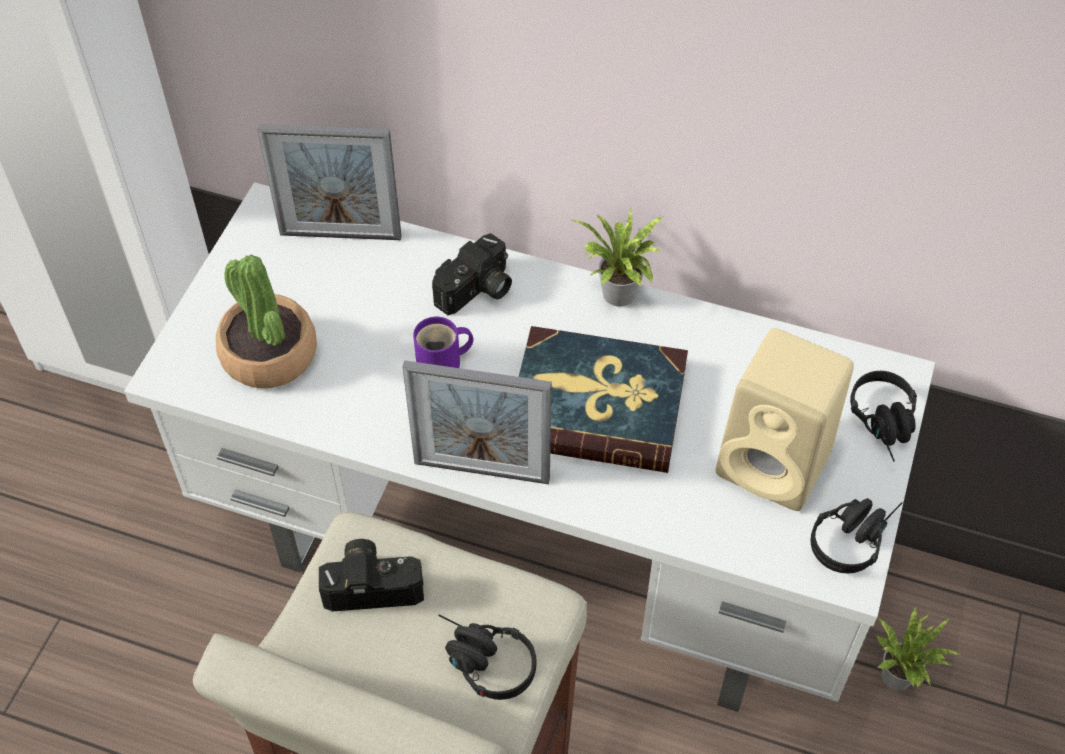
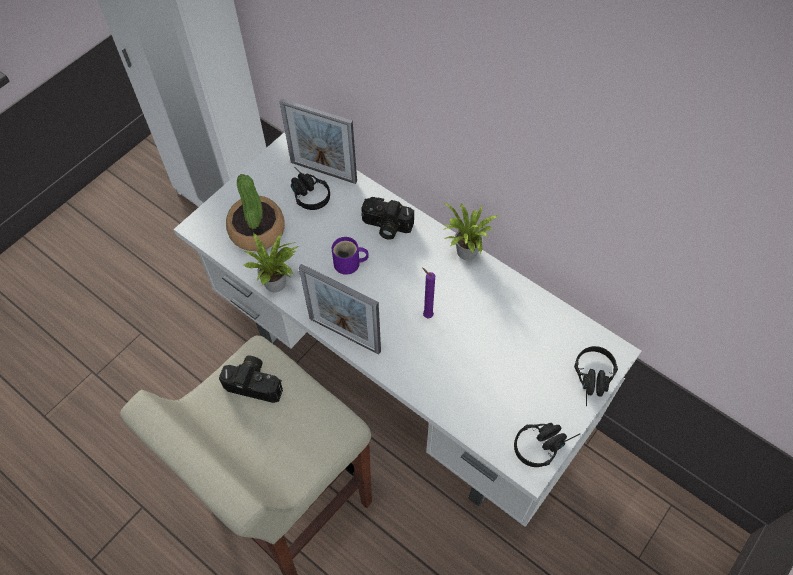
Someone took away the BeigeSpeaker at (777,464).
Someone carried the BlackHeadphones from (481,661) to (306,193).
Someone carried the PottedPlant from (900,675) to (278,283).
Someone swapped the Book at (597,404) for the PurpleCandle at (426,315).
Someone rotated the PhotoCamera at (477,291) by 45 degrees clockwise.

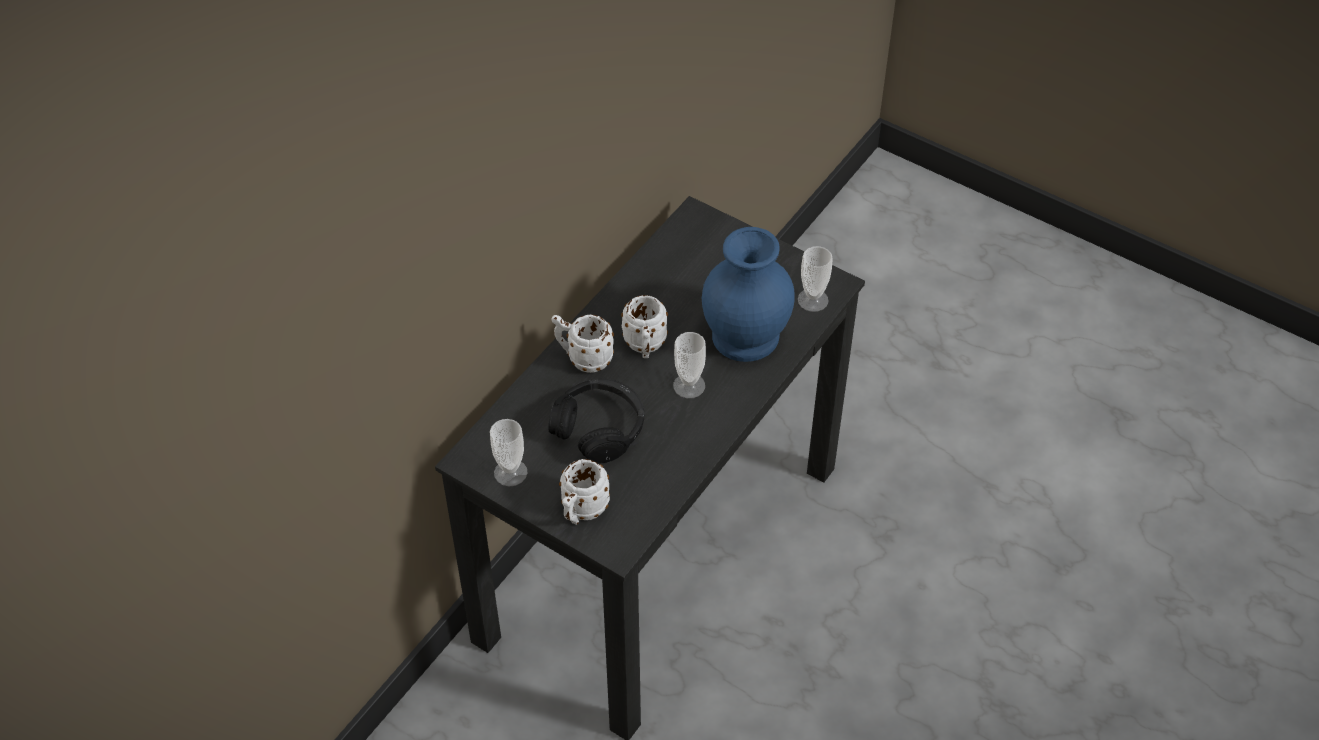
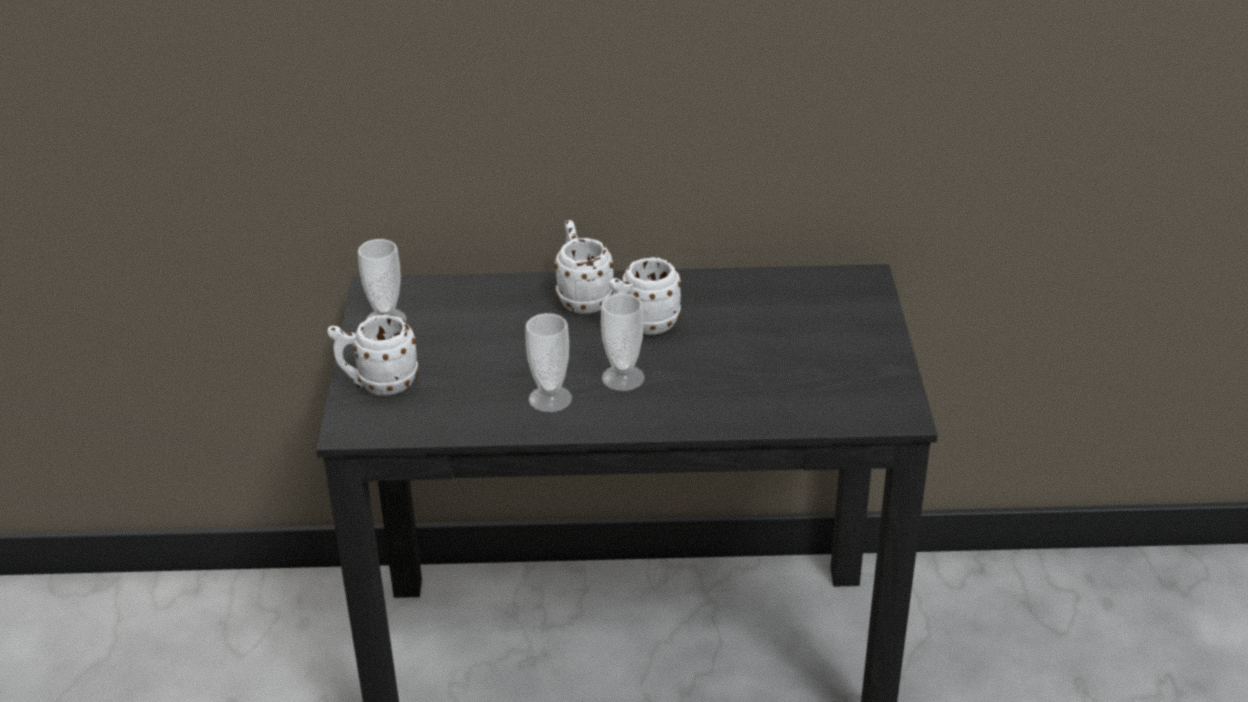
Someone took away the BlackHeadphones at (599,428).
Someone took away the BlueVase at (743,336).
Someone carried the Cup from (813,300) to (550,399).

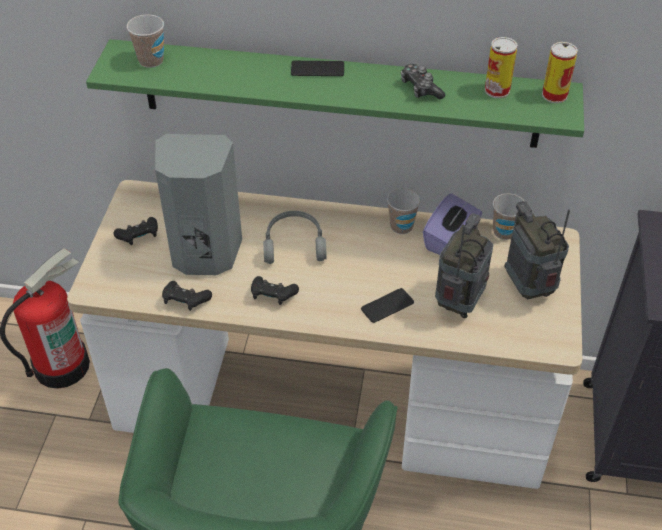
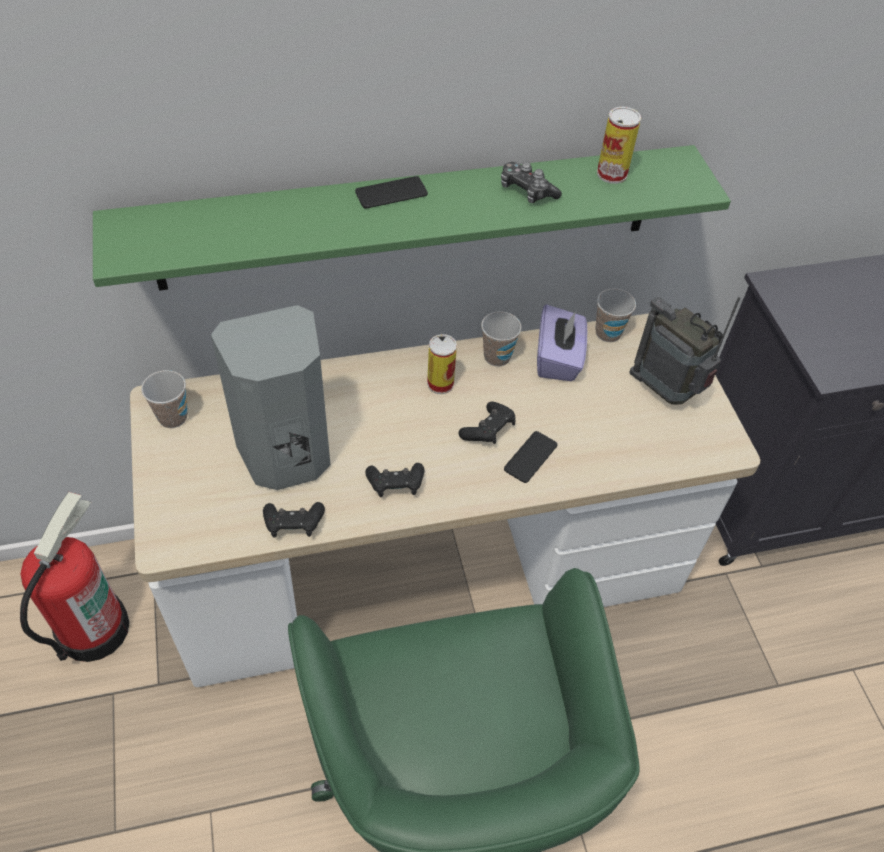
Someone took away the GreyHeadphones at (294,244).
Someone took away the Radio at (459,303).
Someone carried the BlackGameController from (139,237) to (488,431).
Someone carried the Cup from (151,60) to (173,417).
Someone carried the Can from (554,95) to (440,384).

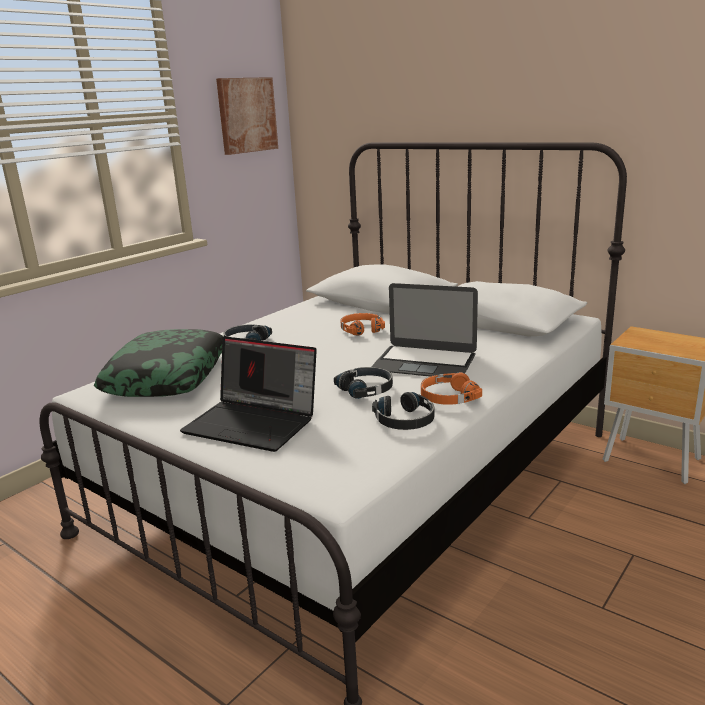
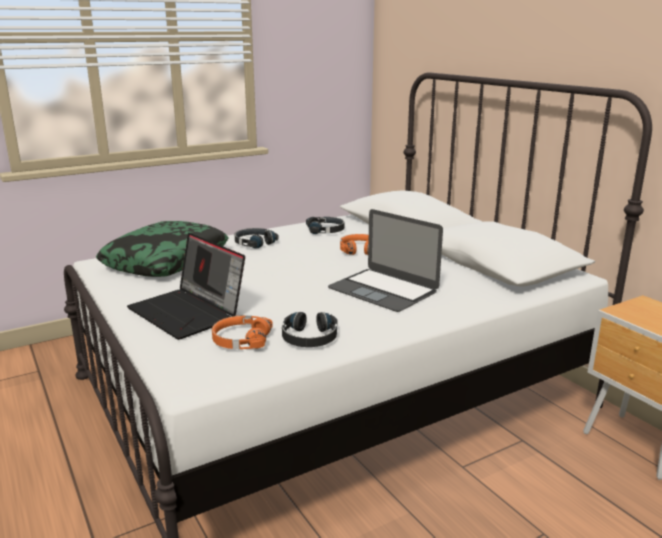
Someone took away the Picture at (246,115).
Someone carried the BlackHeadphones from (366,389) to (326,231).
Someone carried the OrangeHeadphones from (448,397) to (241,340).

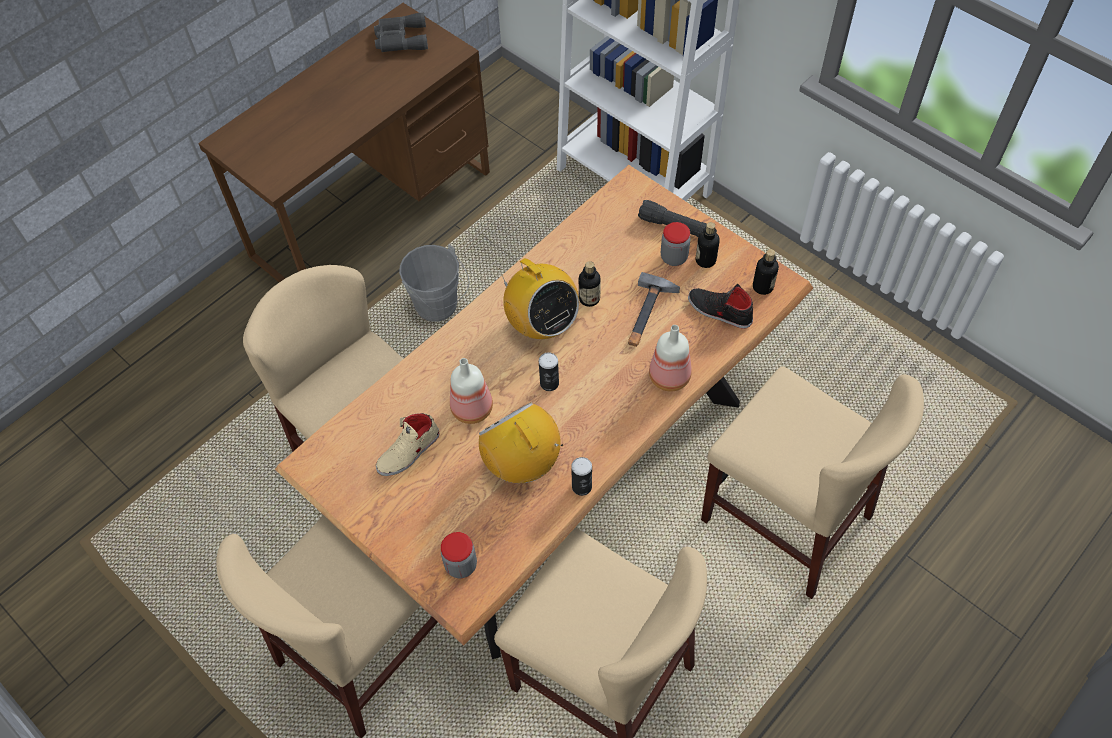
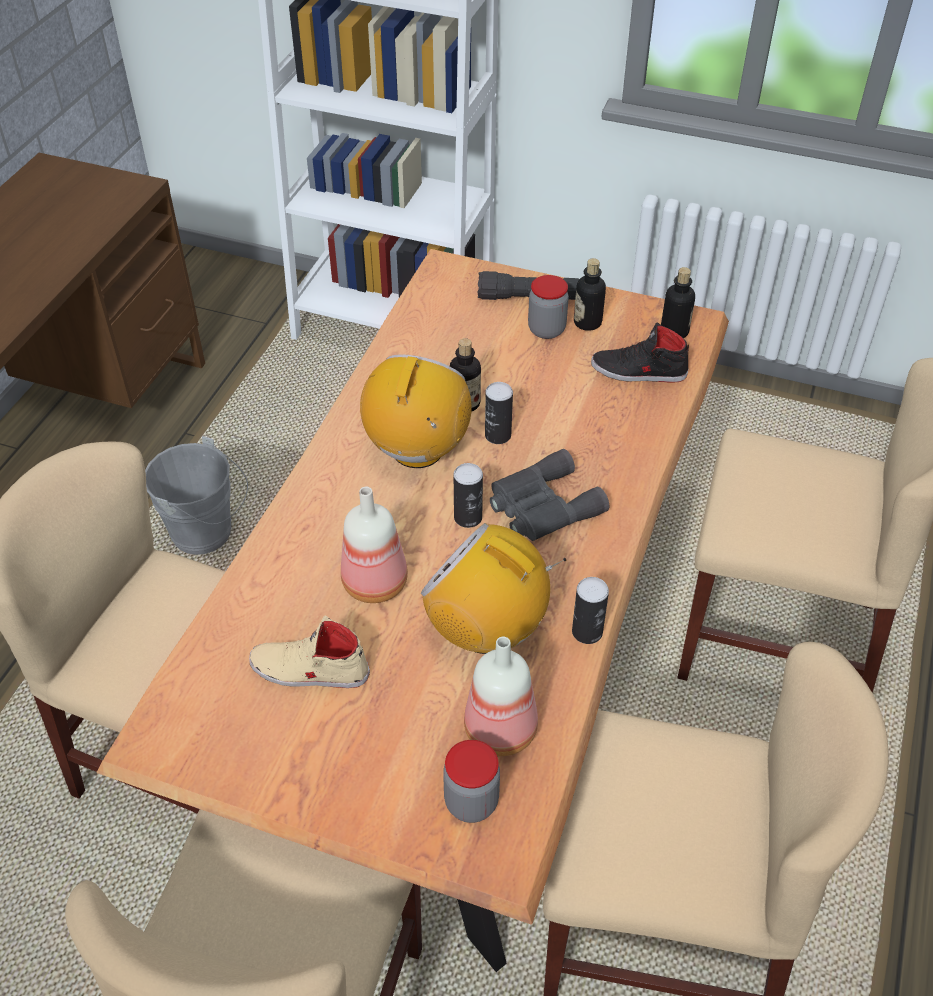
Someone took away the Hammer at (648,314).
Someone put down the Can at (498,435).
Someone carried the GreyBinoculars from (400,38) to (541,506).
Someone carried the Bottle from (671,377) to (502,729).
Someone rotated the BeigeShoe at (409,452) by 75 degrees clockwise.
Someone rotated the Radio at (541,324) by 105 degrees counterclockwise.

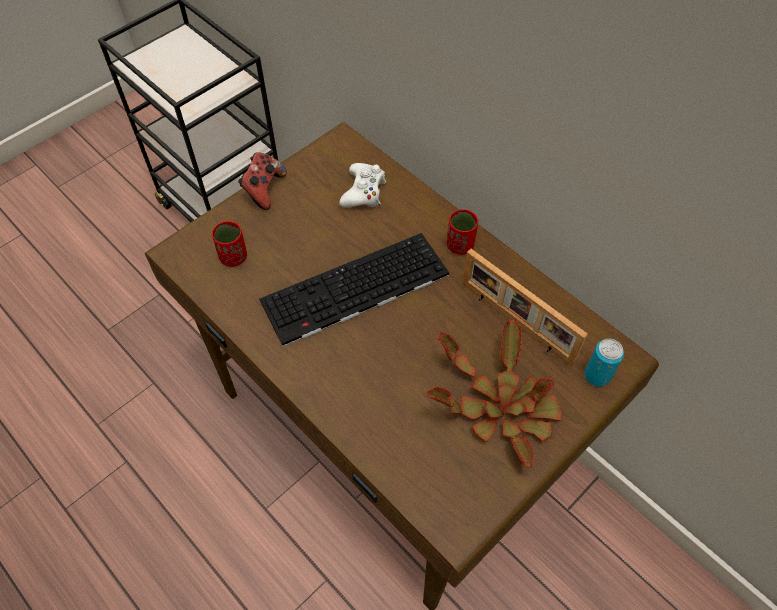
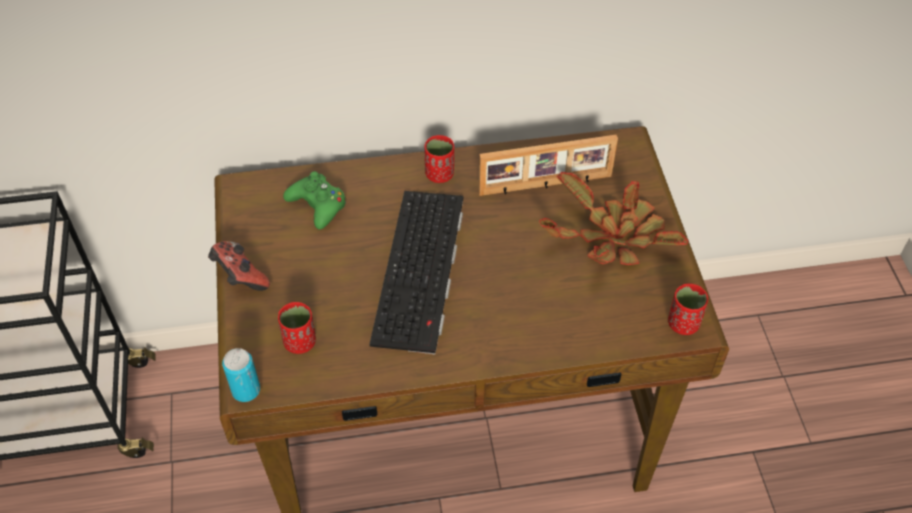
Someone put down the RedCup at (683,323).
Someone carried the Can from (597,375) to (246,390).
Someone repainted the WhiteGameController at (364,191), which became the GreenGameController at (318,205).

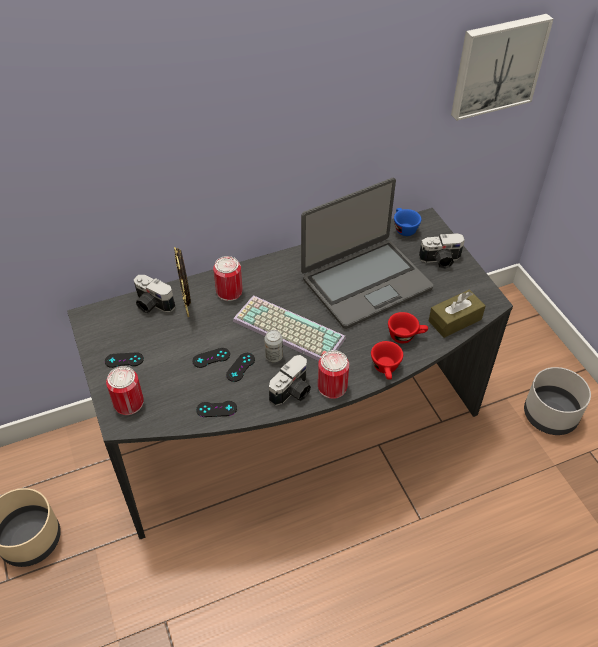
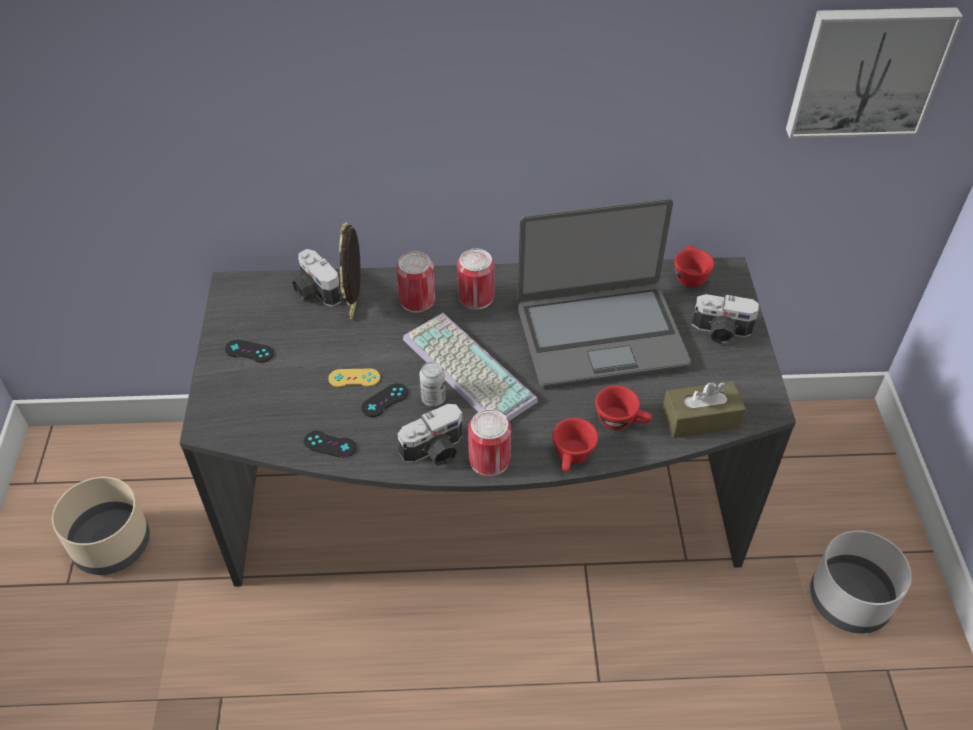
Someone carried the Can from (128,403) to (476,297).
Someone repainted the BlackGameController at (211,358), which became the YellowGameController at (354,378).
Someone repainted the BlueCup at (403,228), which became the RedCup at (689,275).

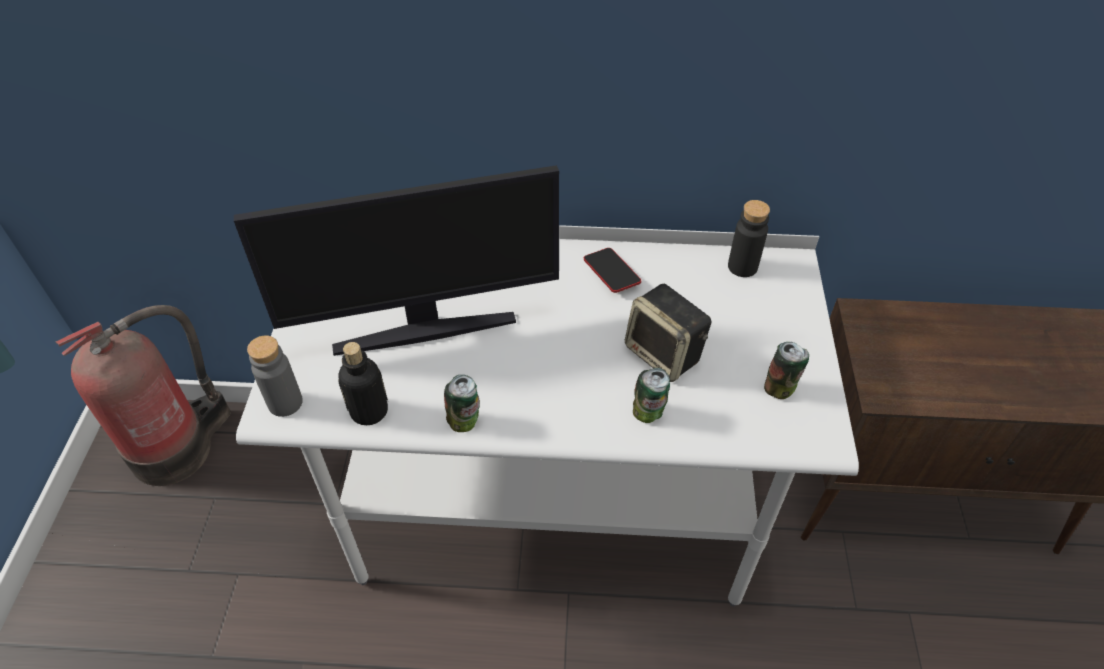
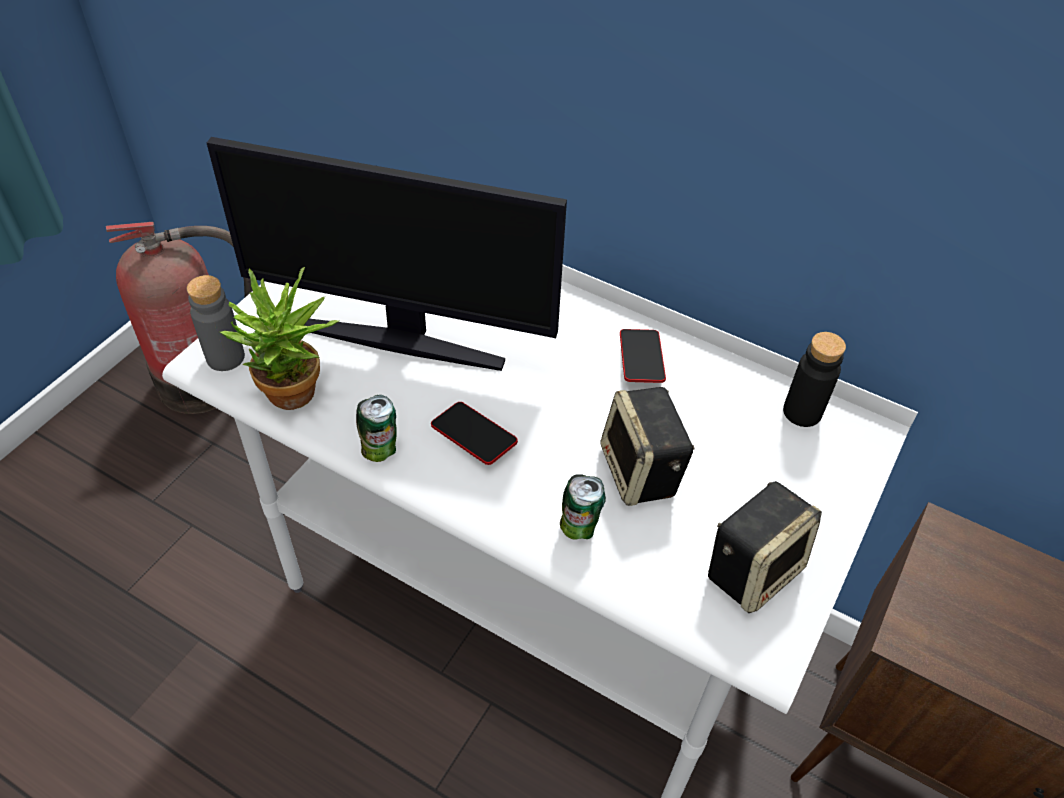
Someone put down the Phone at (473,437).
Someone swapped the Bottle at (369,411) for the PottedPlant at (296,399).
Someone swapped the Can at (780,388) for the Speaker at (753,569).

